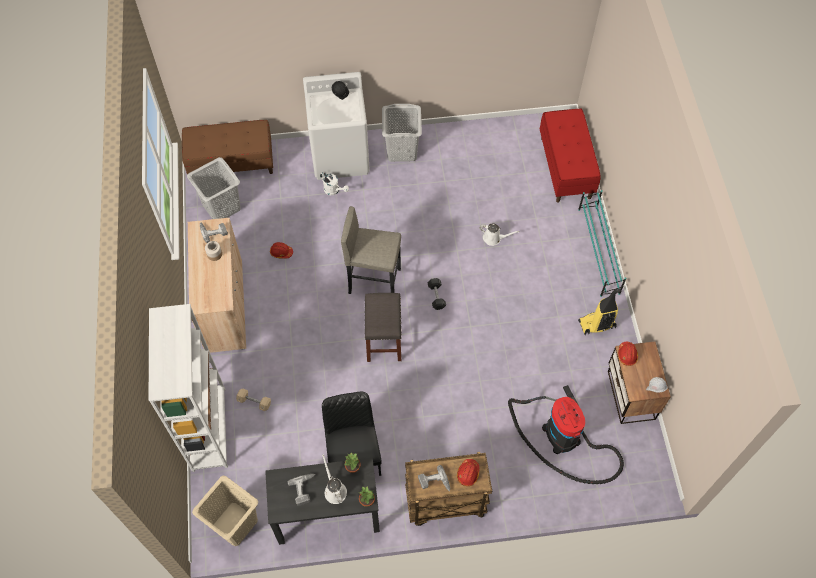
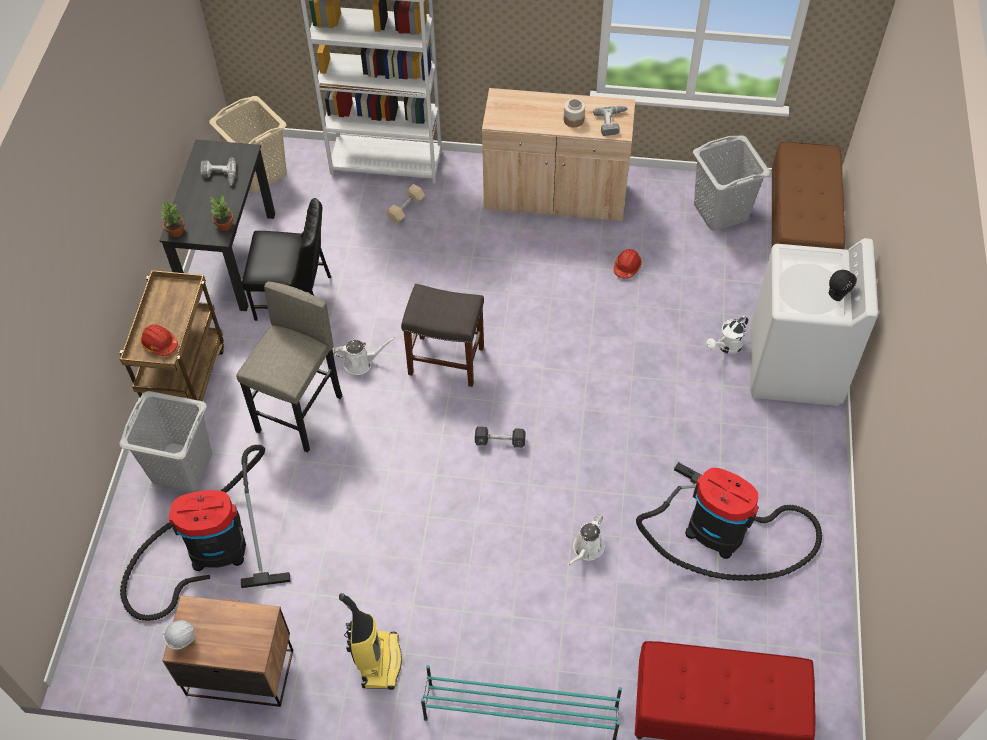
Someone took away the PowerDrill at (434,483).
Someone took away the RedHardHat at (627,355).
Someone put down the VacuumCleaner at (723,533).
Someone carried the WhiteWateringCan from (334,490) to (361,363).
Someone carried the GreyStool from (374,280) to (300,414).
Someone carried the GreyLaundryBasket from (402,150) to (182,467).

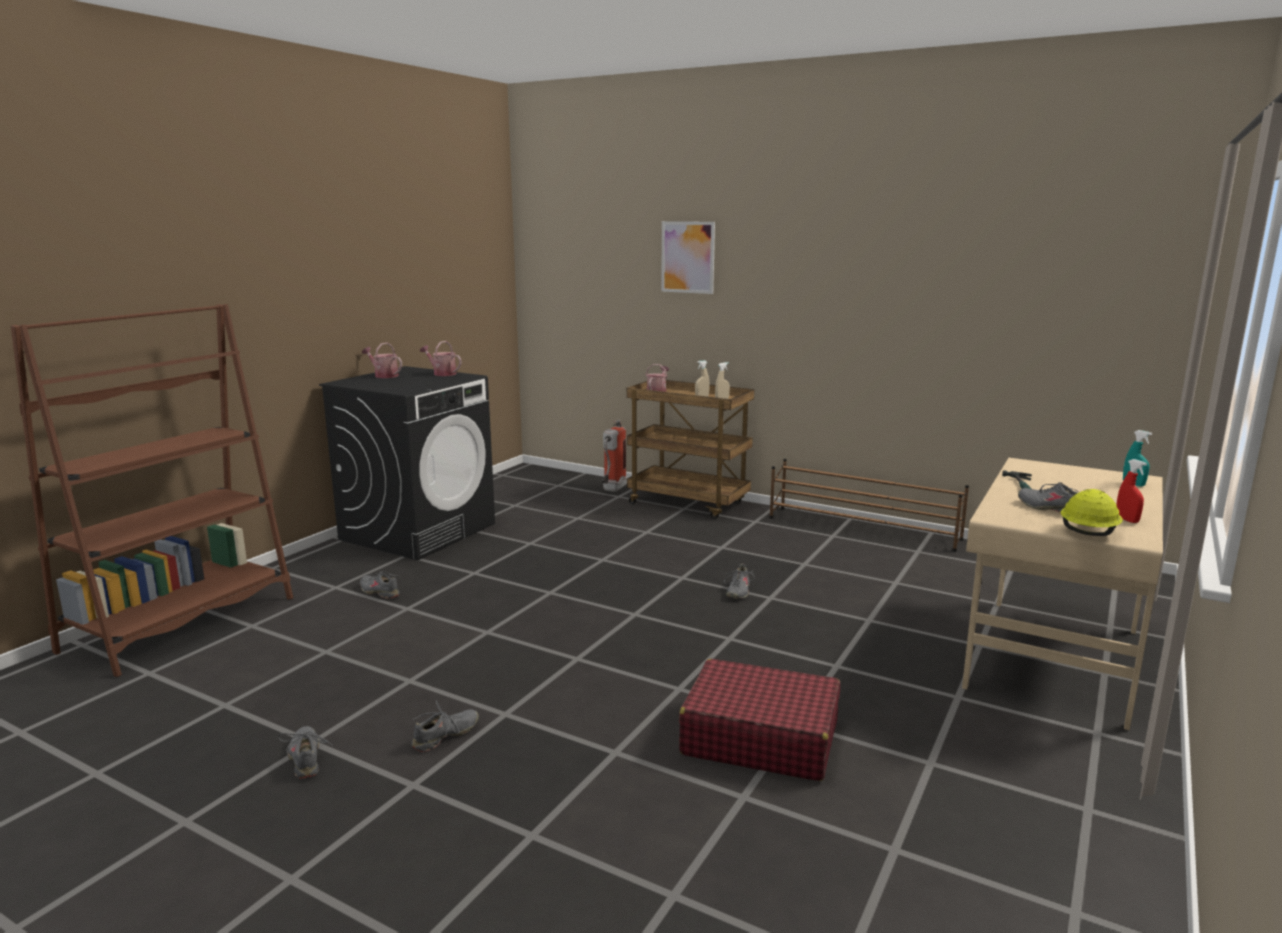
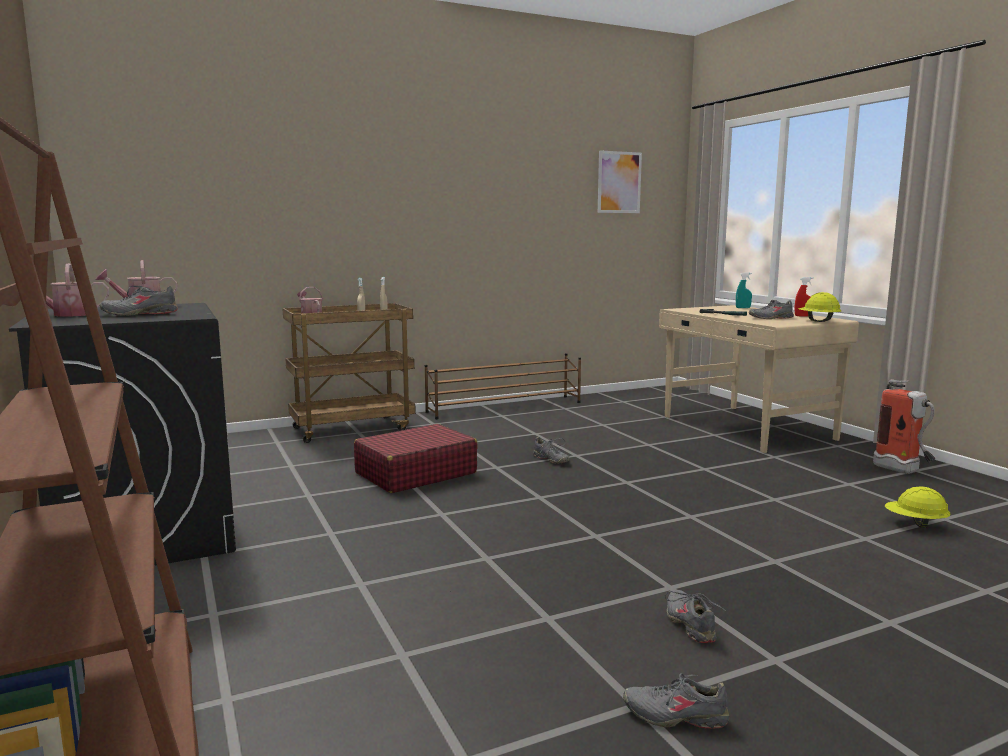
Someone put down the YellowHardHat at (915,524).
Someone carried the GreyShoe from (380,592) to (140,314).
Someone carried the FireExtinguisher from (612,490) to (903,471).
Someone carried the Picture from (687,257) to (619,182).
Someone carried the RedSuitcase from (759,738) to (415,473).

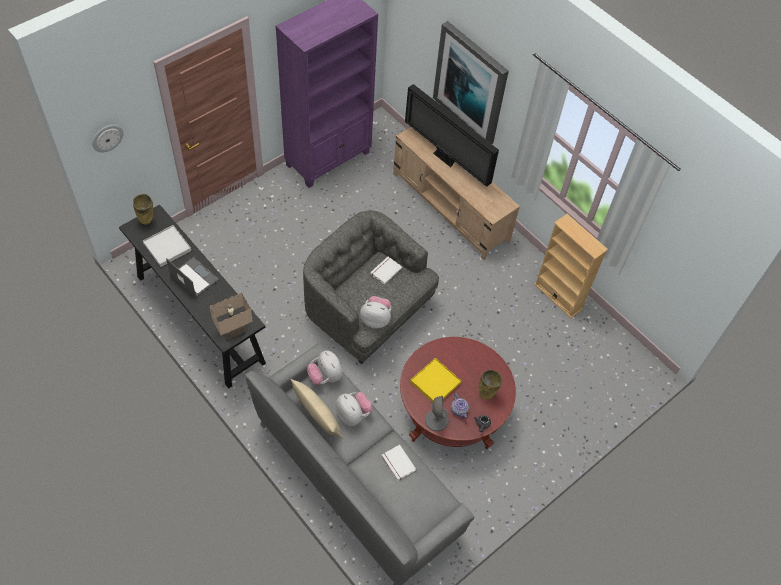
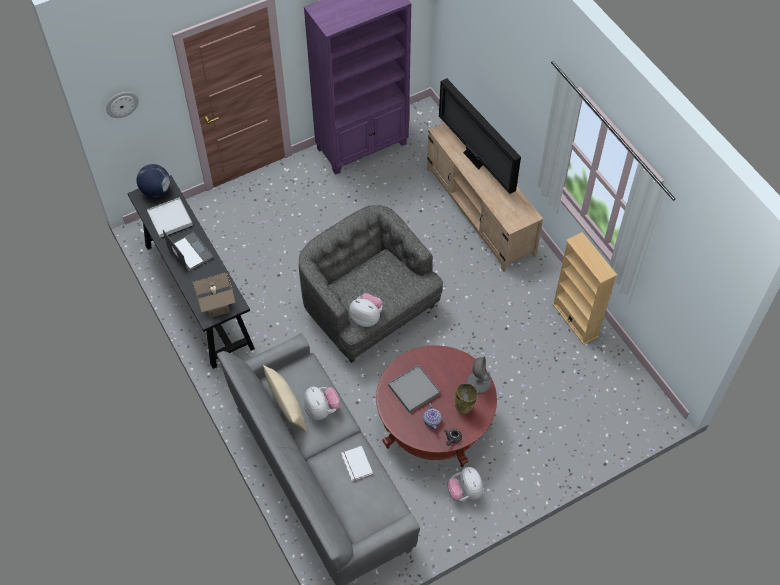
Someone took away the WhiteBook at (385,270).
Someone took away the Picture at (471,83).
Someone carried the PlushToy from (325,376) to (465,492).
Someone carried the GreyTableLamp from (436,420) to (479,383).
Someone swapped the BeigeVase at (147,221) for the Globe at (155,190).
Someone repainted the YellowTray at (435,382), which became the GreyTray at (414,390).

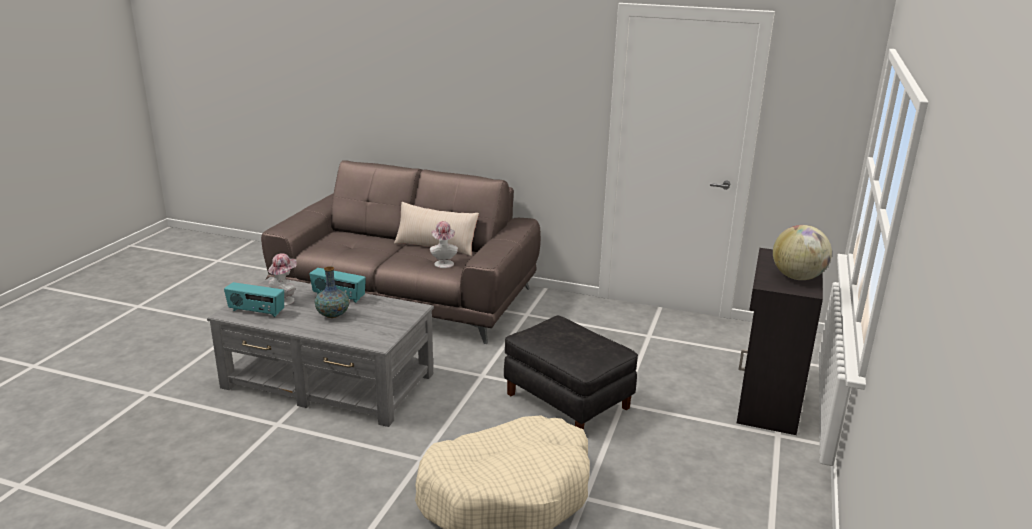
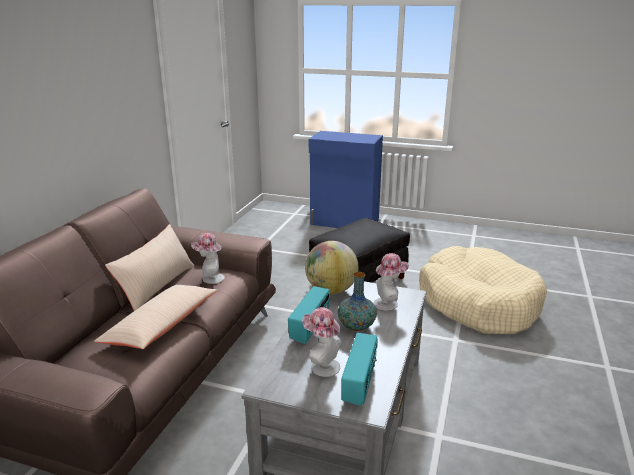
Someone put down the BeigePillow at (161,326).
Someone put down the Hat at (388,303).
Someone carried the Globe from (797,277) to (331,290).
Someone repainted the BlackCabinet at (766,401), which became the BlueCabinet at (344,222).

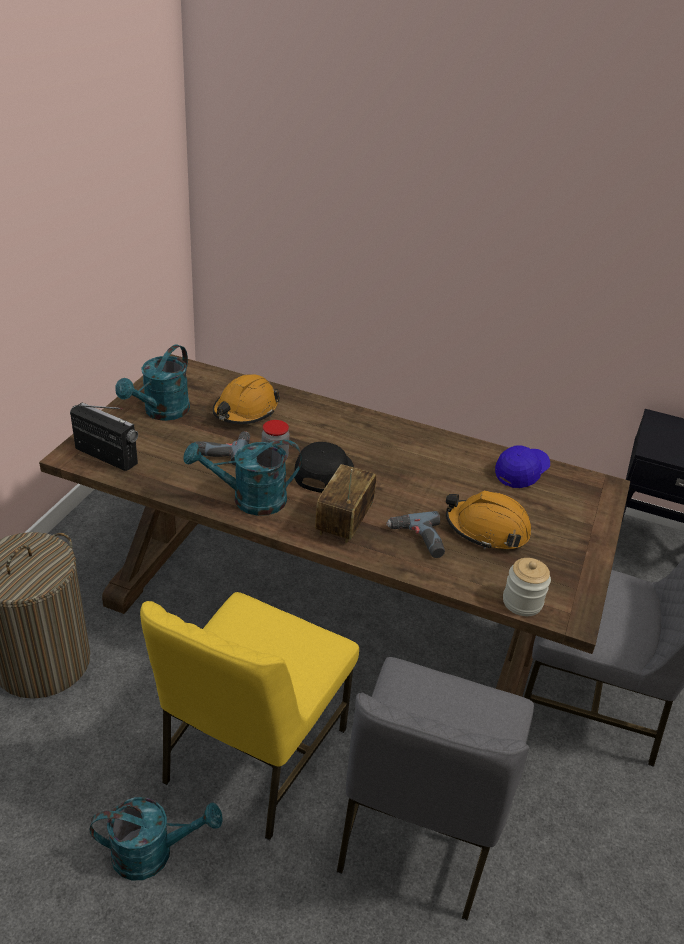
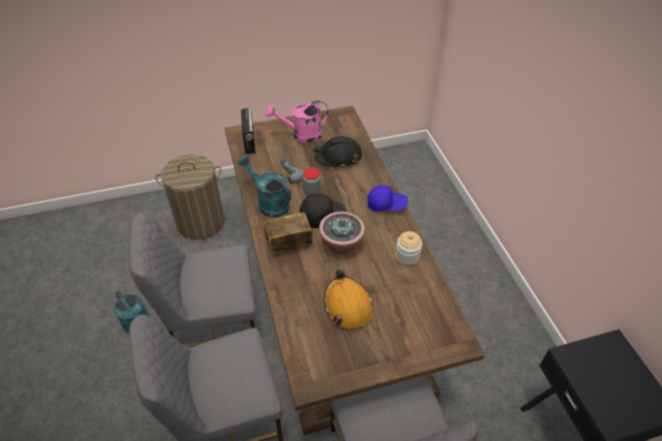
Someone took away the PowerDrill at (417,540).
Someone put down the PottedPlant at (341,245).
Someone carried the BlueCap from (521,473) to (386,204).
Someone carried the Jar from (522,602) to (407,256).
Someone repainted the TurquoiseWateringCan at (161,412), which became the PinkWateringCan at (301,134).
Someone repainted the YellowChair at (252,755), which became the GreyChair at (213,326).
Someone repainted the OrangeHardHat at (245,411), which became the BlackHardHat at (338,157).

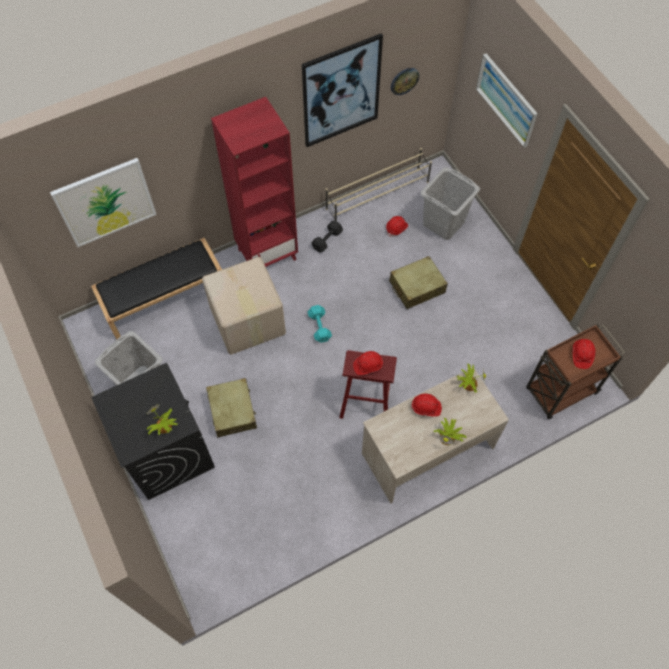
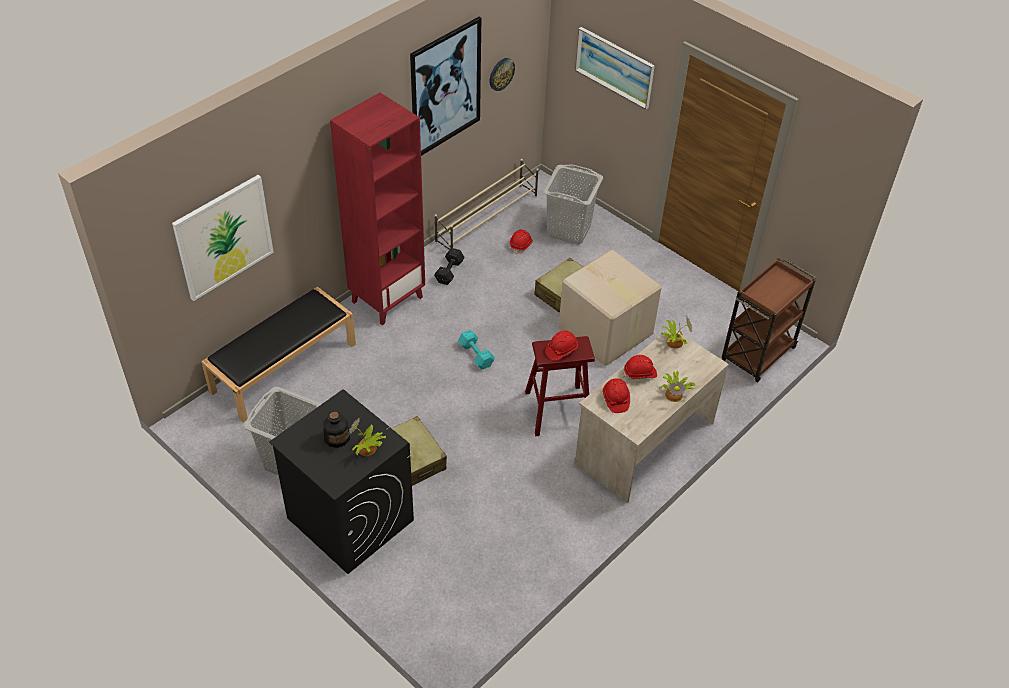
Someone put down the Bottle at (337,437).
Someone carried the CardboardBox from (247,321) to (605,332).
Someone carried the RedHardHat from (581,355) to (615,400).

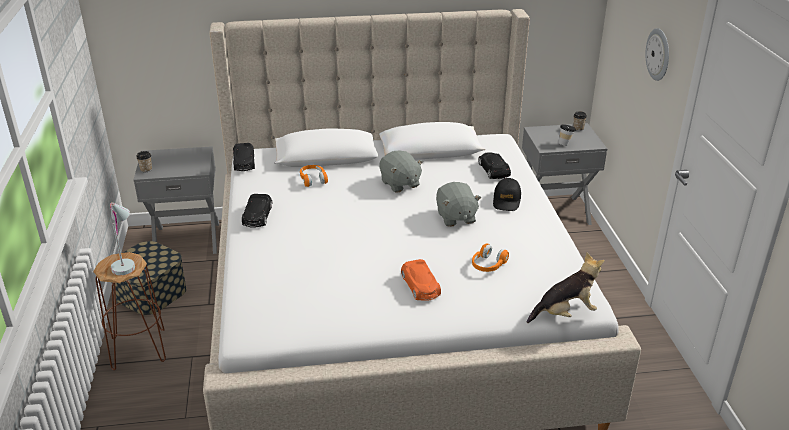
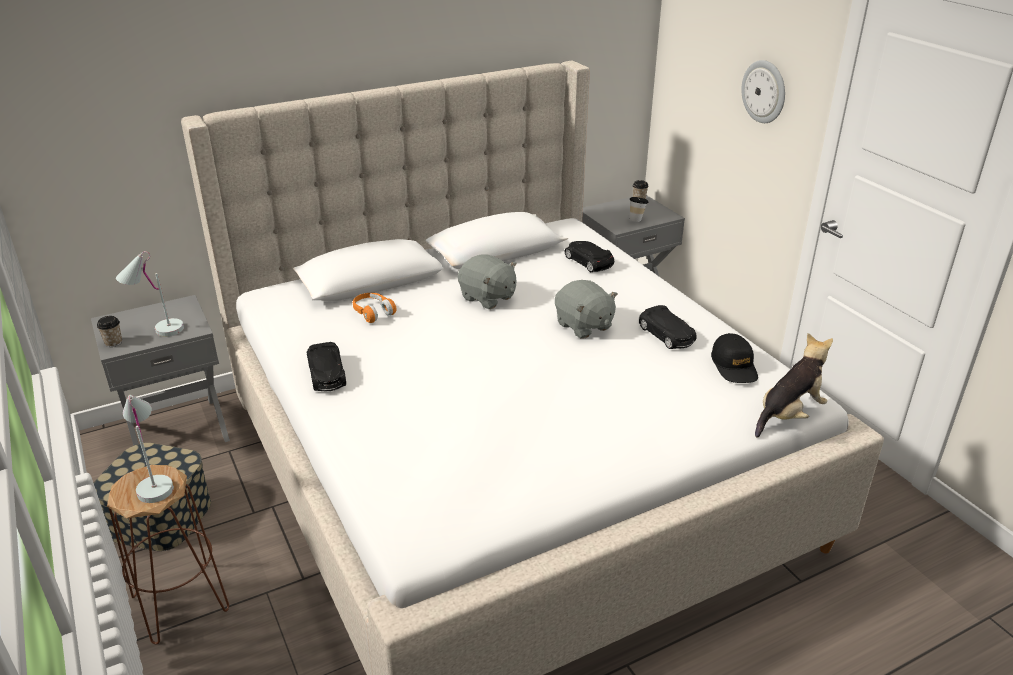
Someone took away the OrangeToyCar at (420,286).
Someone took away the OrangeHeadphones at (488,265).
Someone put down the WhiteTableLamp at (157,329).
Someone carried the BlackToyCar from (244,162) to (667,335).
Someone carried the BlackCap from (506,200) to (734,366).

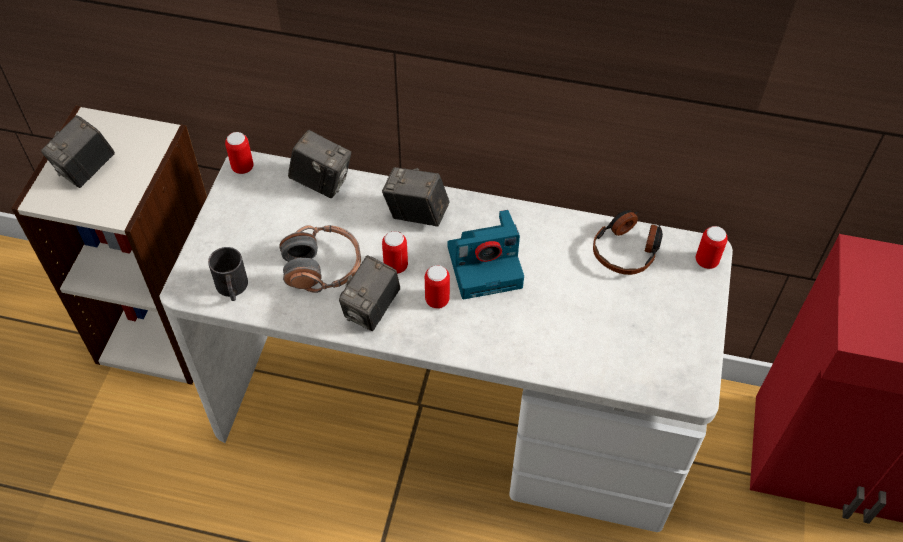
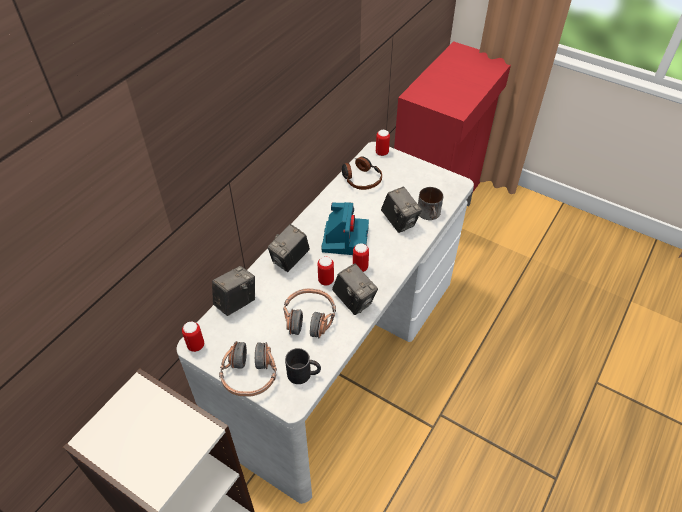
Someone put down the Headphones at (250,375).
Someone put down the Mug at (430,214).
Someone carried the PhotoCamera from (86,170) to (399,222).

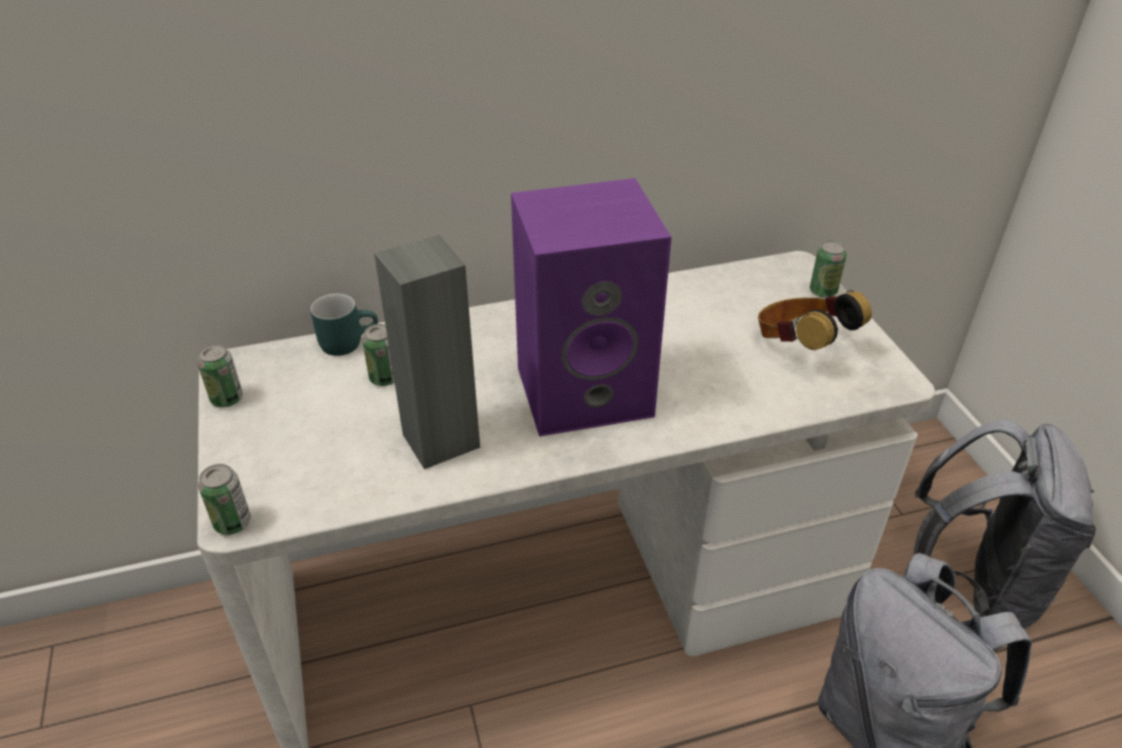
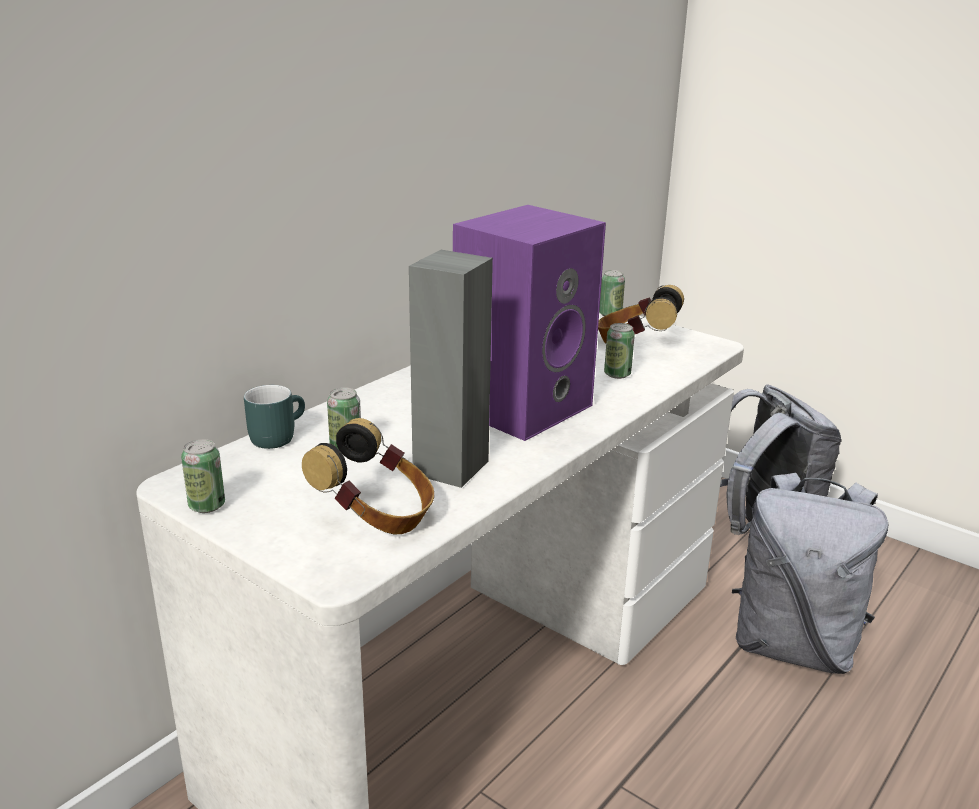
Someone put down the Headphones at (376,516).
Someone carried the Can from (232,523) to (617,374).

